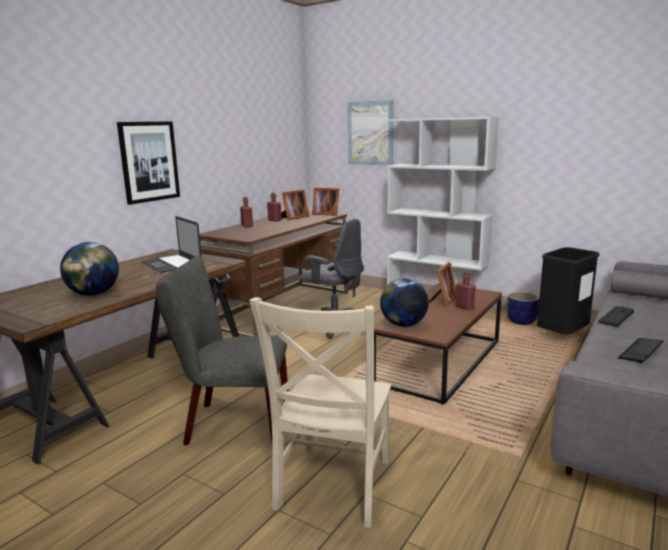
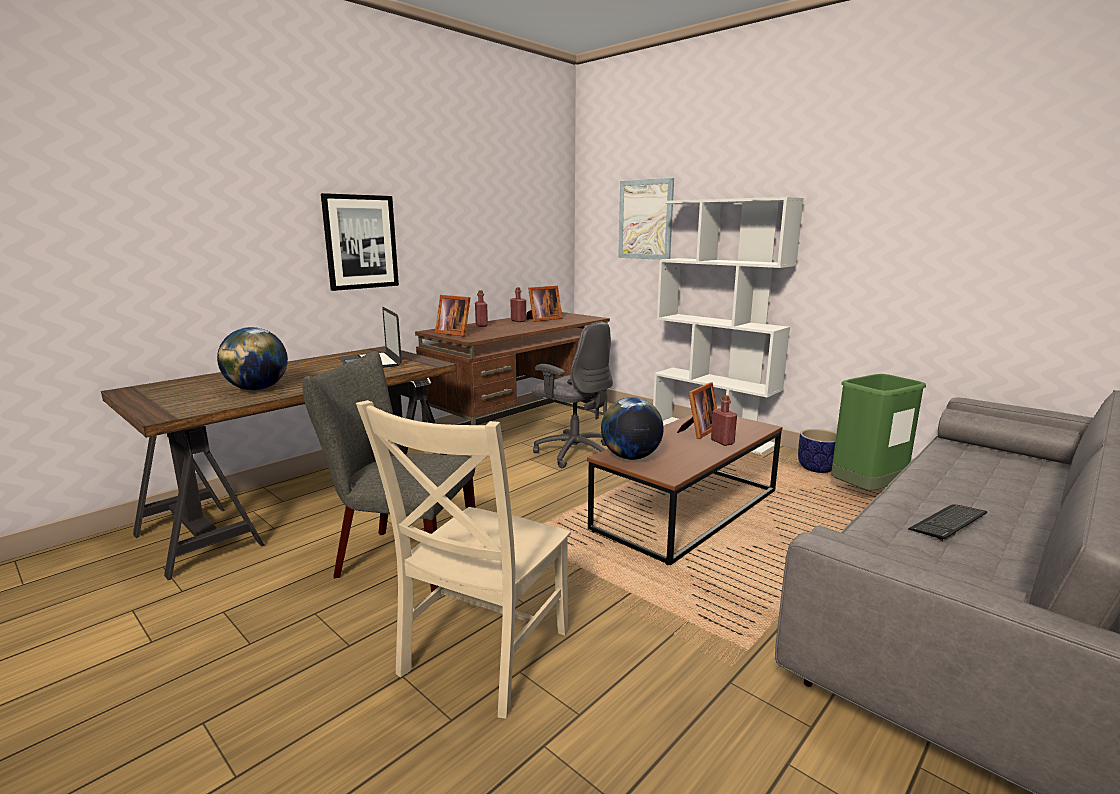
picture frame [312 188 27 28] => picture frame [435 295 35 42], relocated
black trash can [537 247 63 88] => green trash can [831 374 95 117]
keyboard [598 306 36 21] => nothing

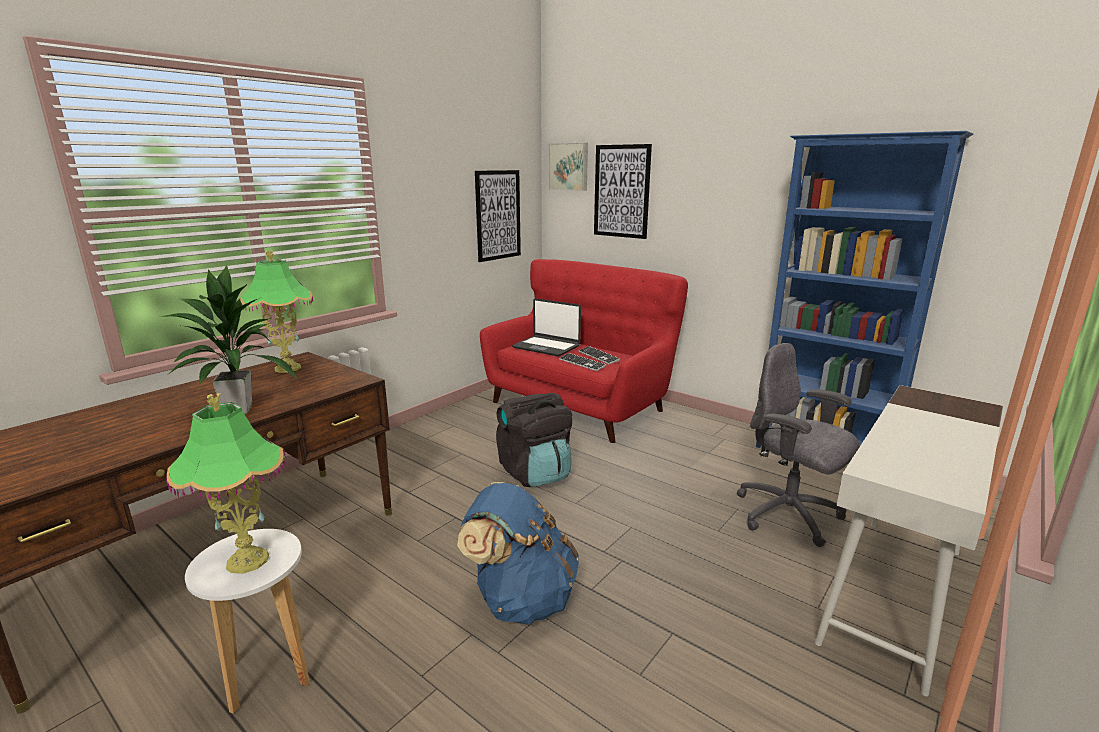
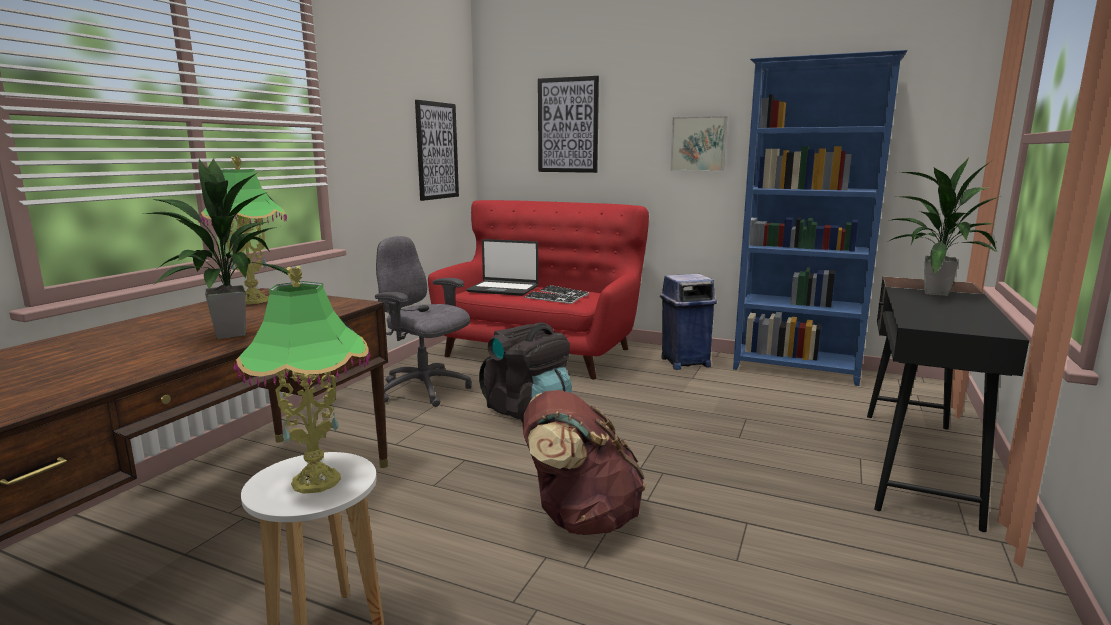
grey office chair [737 343 122 204] => grey office chair [375 236 97 171], relocated
blue backpack [457 482 122 143] => brown backpack [523 390 123 145]
nothing => blue trash can [660 274 57 96]
picture [548 143 40 48] => picture [670 116 57 55], relocated
white desk [815 385 188 311] => black desk [867 276 162 256]
nothing => potted plant [887 158 114 138]

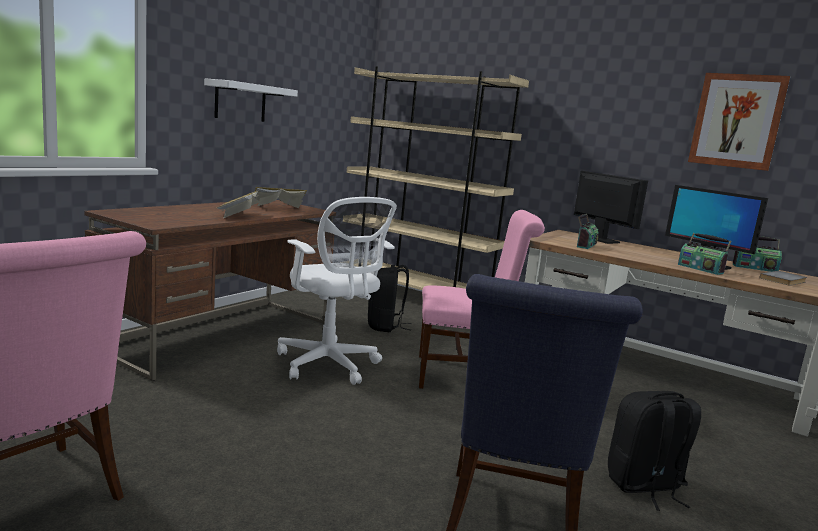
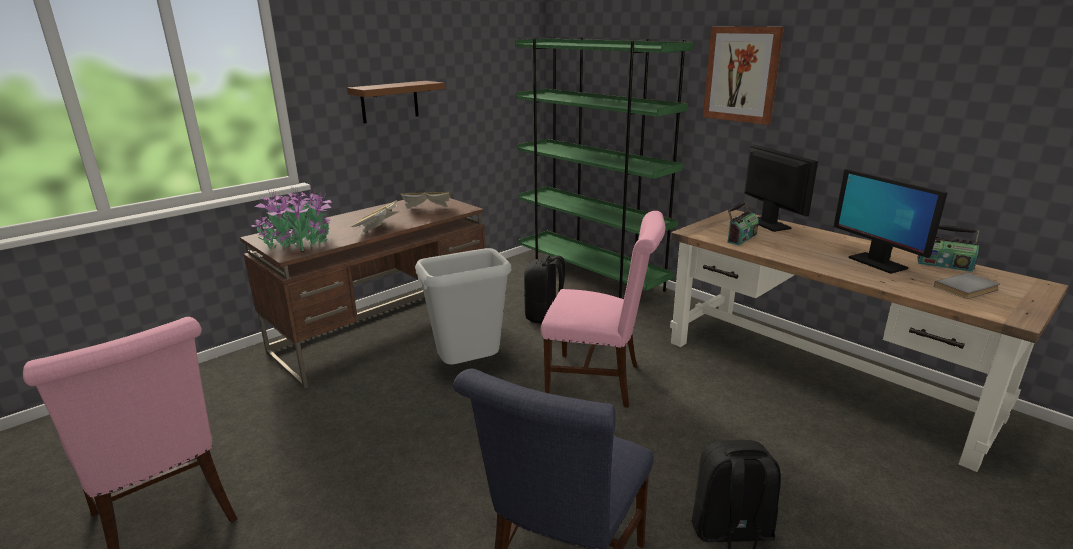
nothing => potted plant [251 187 81 64]
white shelf [204 78 94 44] => brown shelf [347 81 98 42]
white office chair [277 197 120 188] => grey trash can [415 248 96 117]
beige bookcase [343 66 186 224] => green bookcase [515 37 178 262]
picture [688 73 102 98] => picture [703 27 81 98], relocated
radio [678 233 53 42] => nothing

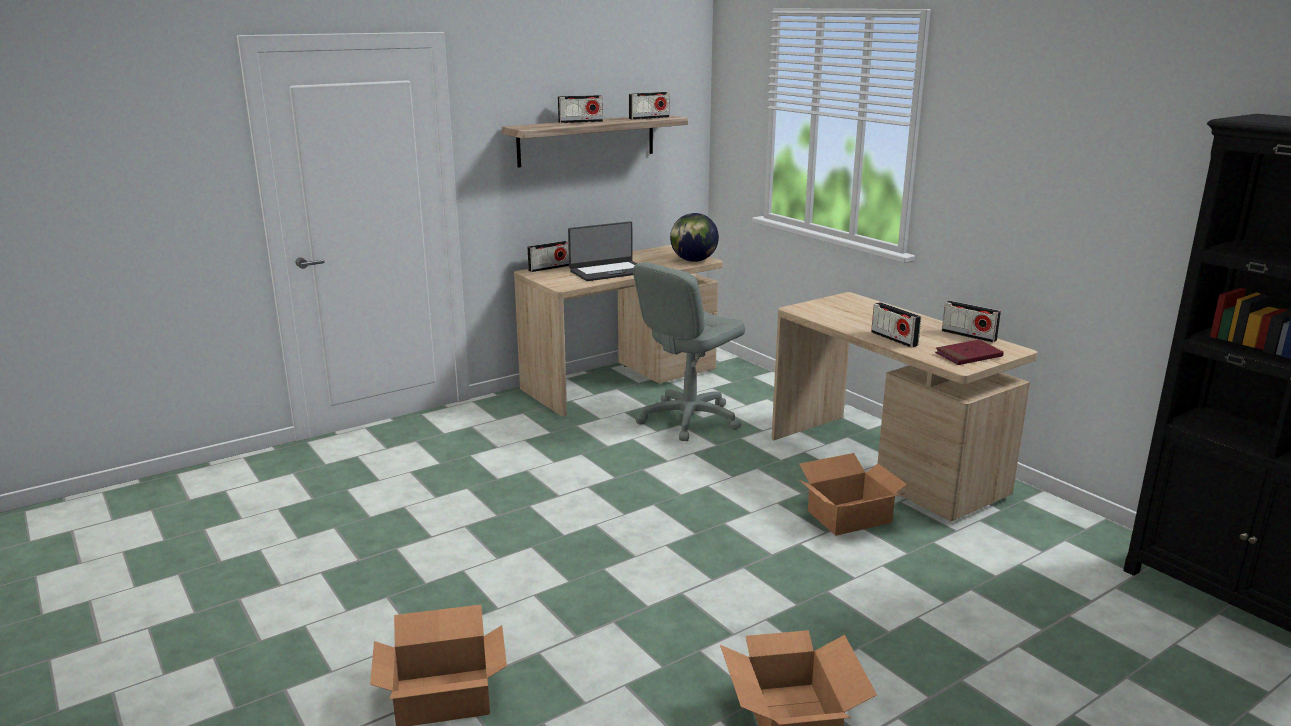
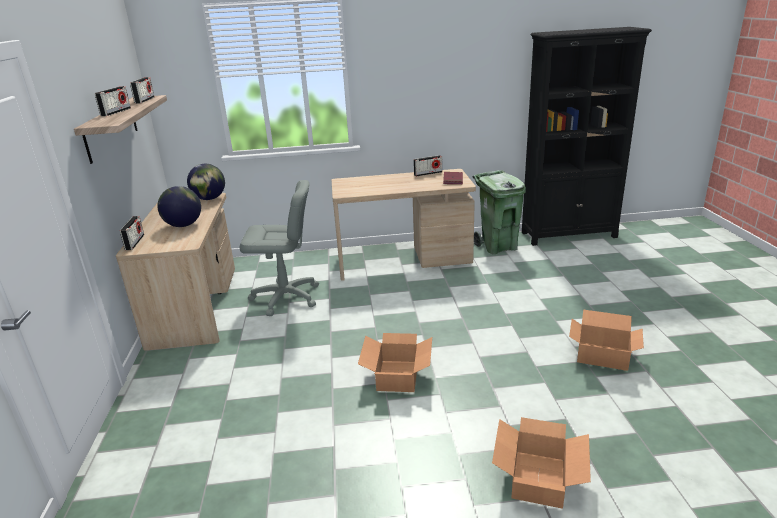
laptop [568 221 69 60] => globe [157 186 44 41]
grey office chair [633 262 112 179] => grey office chair [240 180 79 136], 75 degrees counterclockwise
cardboard box [799 453 111 83] => cardboard box [358 333 74 59], relocated
nothing => green trash can [472 170 54 84]
radio [871 302 50 46] => nothing

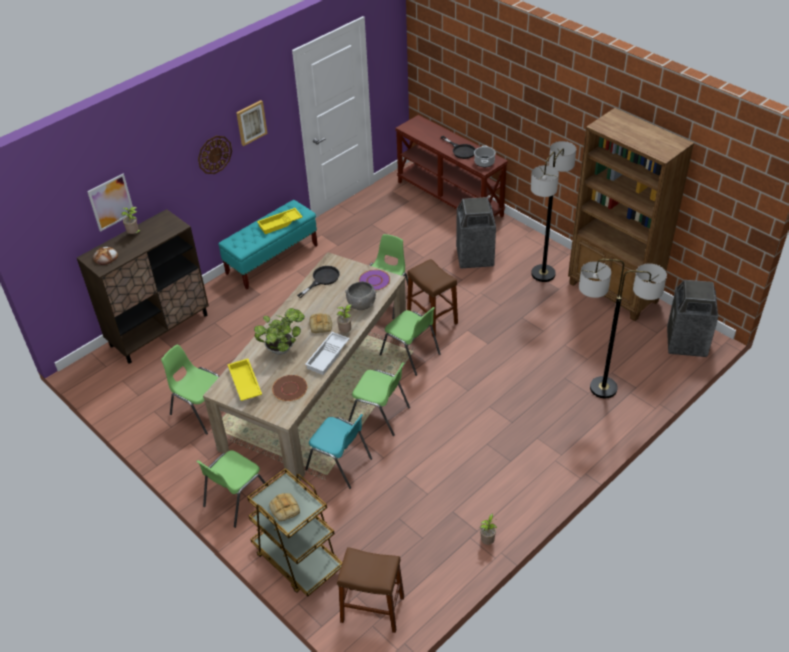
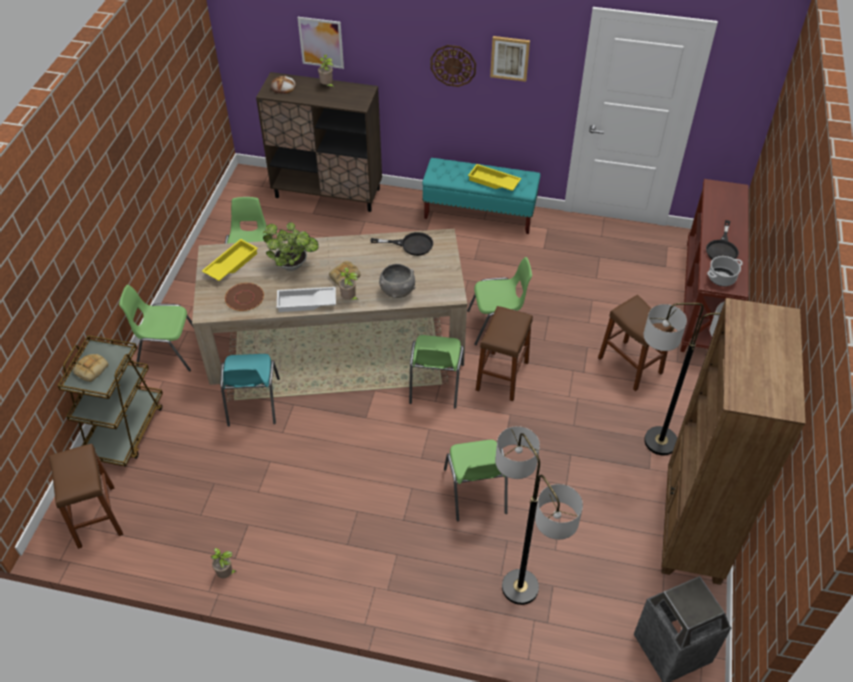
green chair [348 362 62 74] => green chair [444 440 64 81], relocated
trash can [456 197 40 71] => brown stool [598 295 76 96]
purple plate [359 270 31 21] => nothing

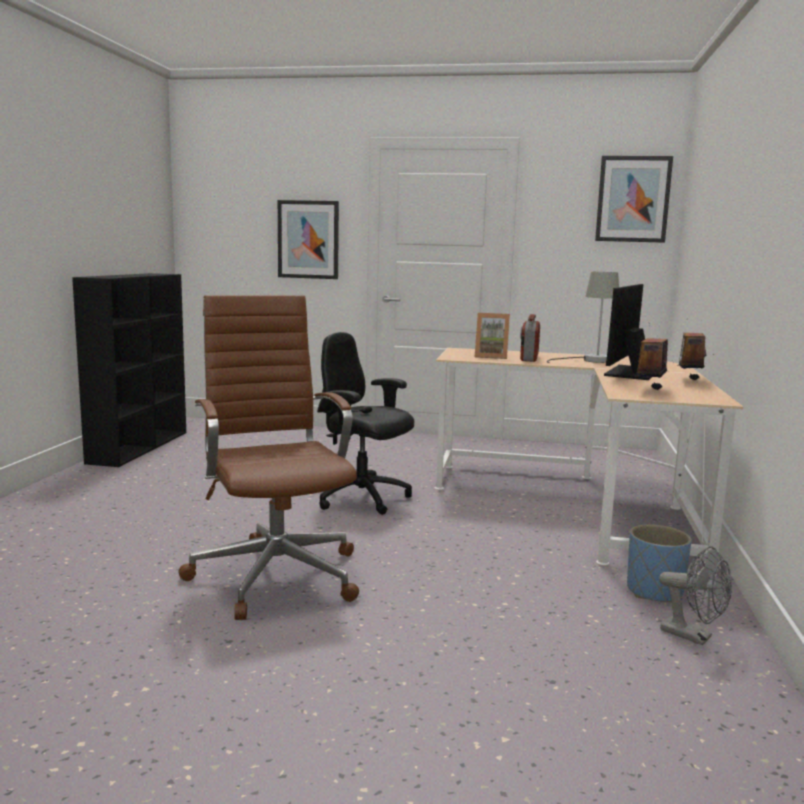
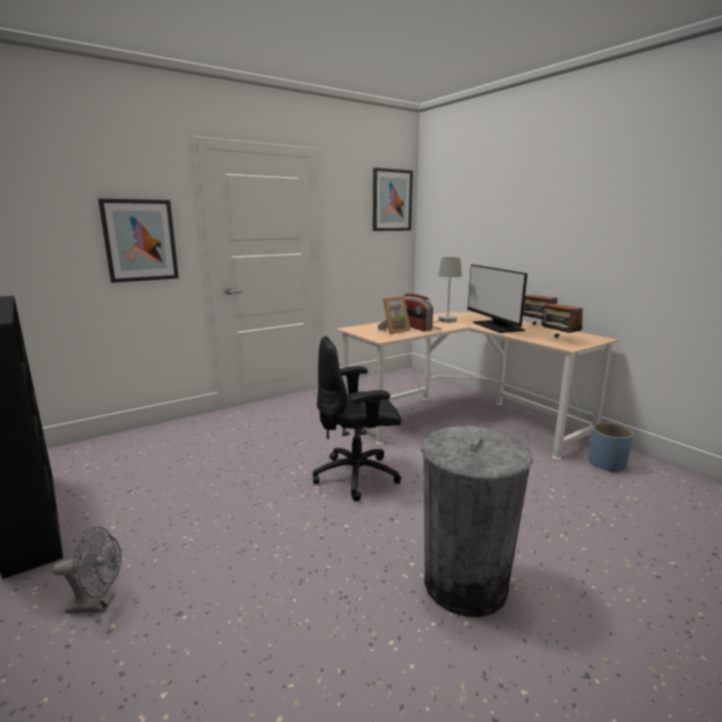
grey fan [659 546 73 99] => grey fan [53 527 68 87], relocated
brown office chair [179 295 180 325] => grey trash can [422 426 111 191]

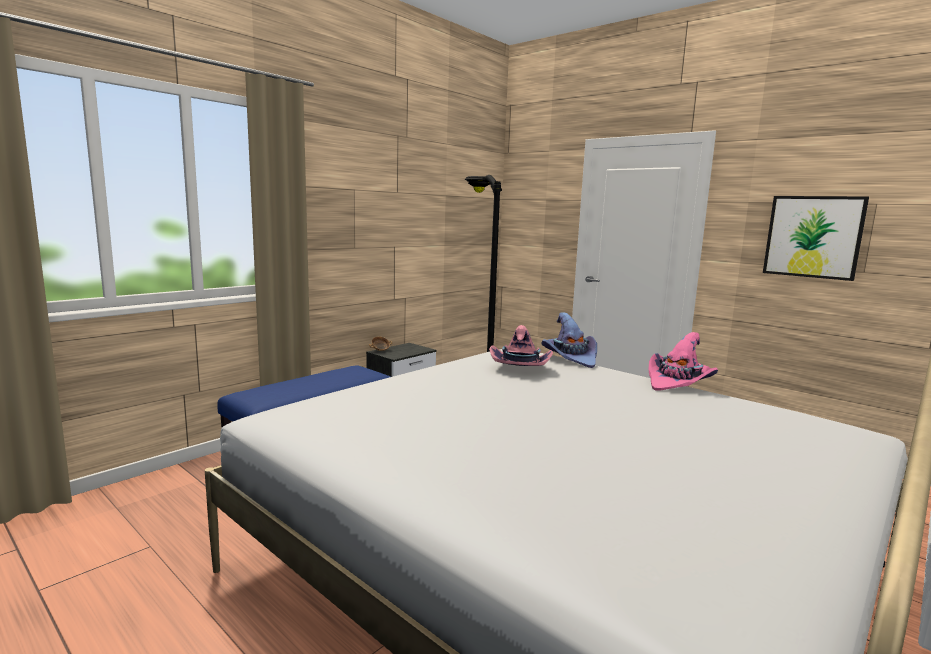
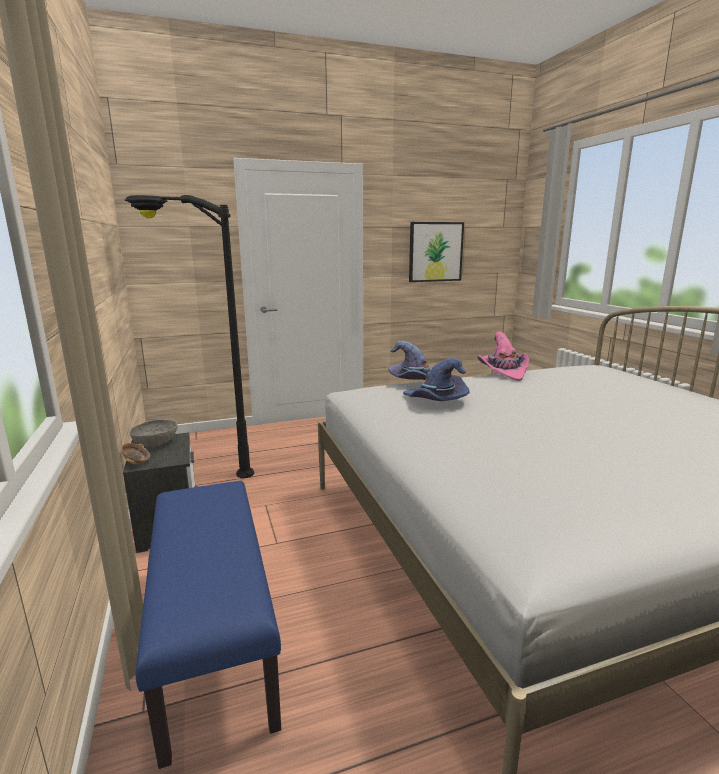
nothing => grey bowl [130 420 48 27]
pink hat [489 325 64 41] => blue hat [403 358 67 43]

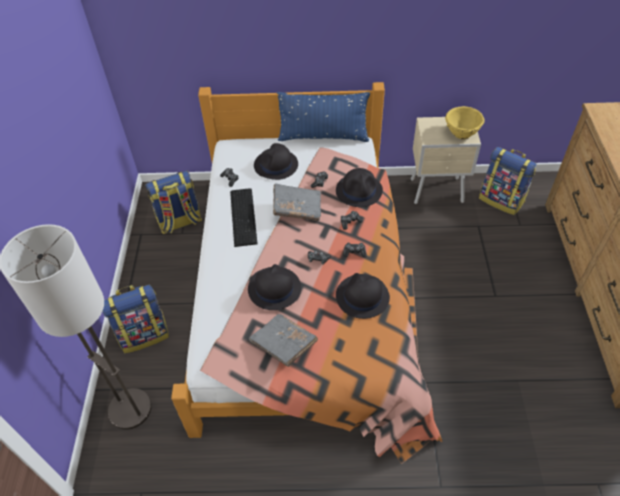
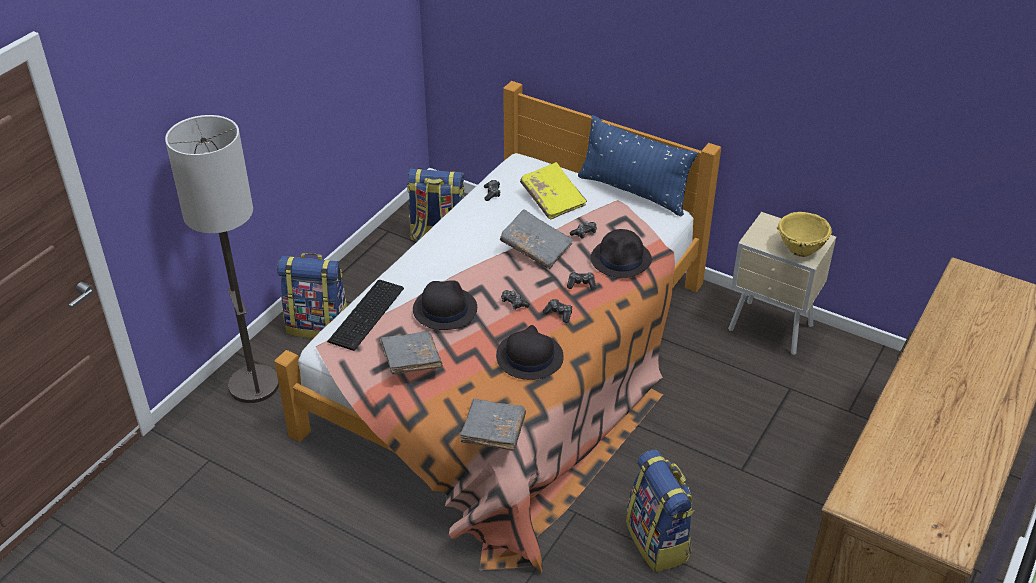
keyboard [230 188 28 59] => keyboard [327 280 77 71], relocated
nothing => grey book [460 399 66 52]
black hat [254 143 44 37] => yellow book [520 162 67 58]
backpack [479 147 58 68] => backpack [626 450 69 122], relocated

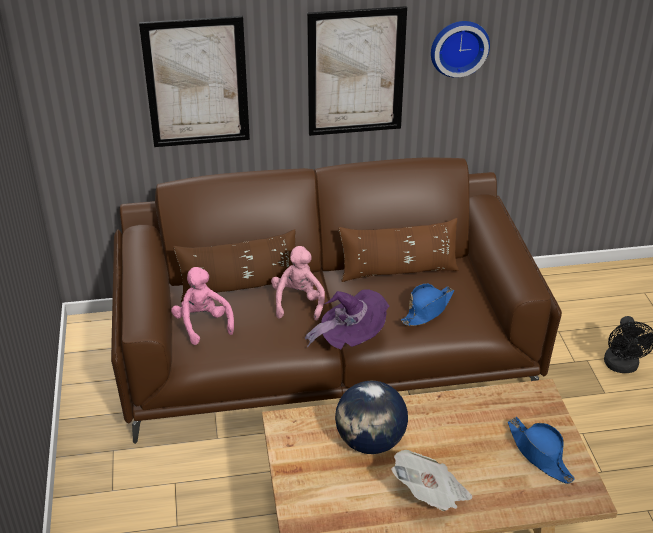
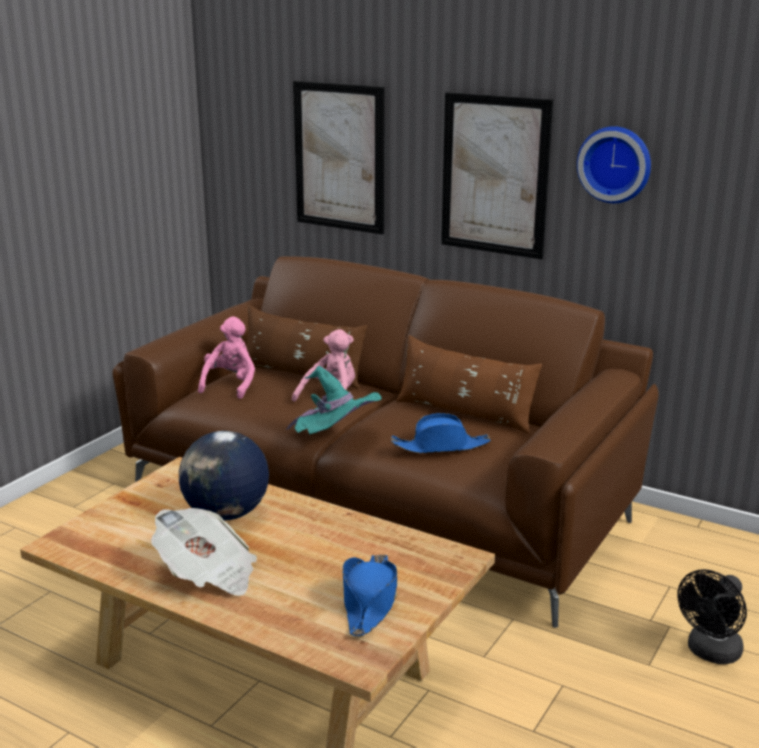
purple hat [305 289 84 60] => turquoise hat [286 366 96 69]

